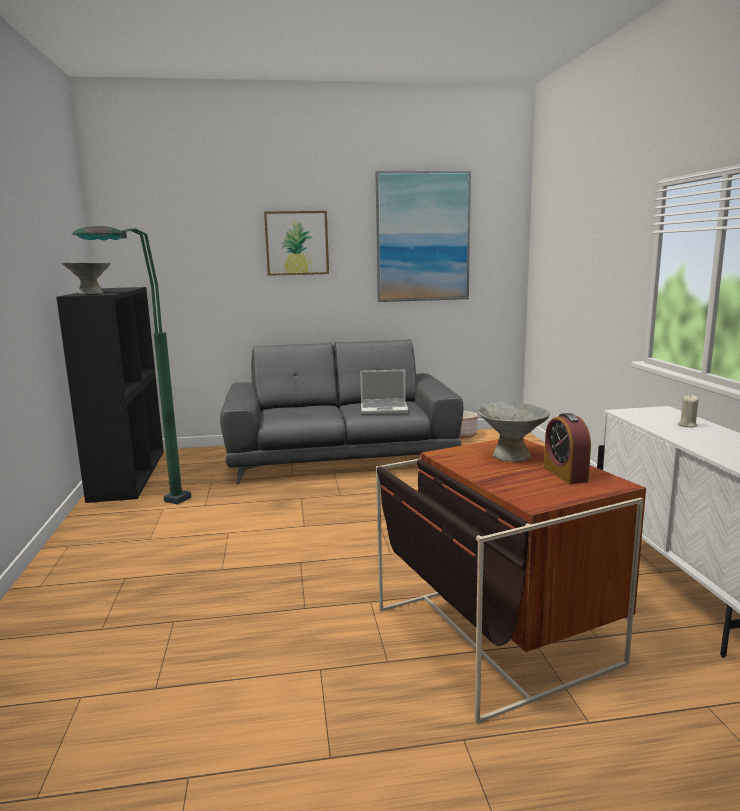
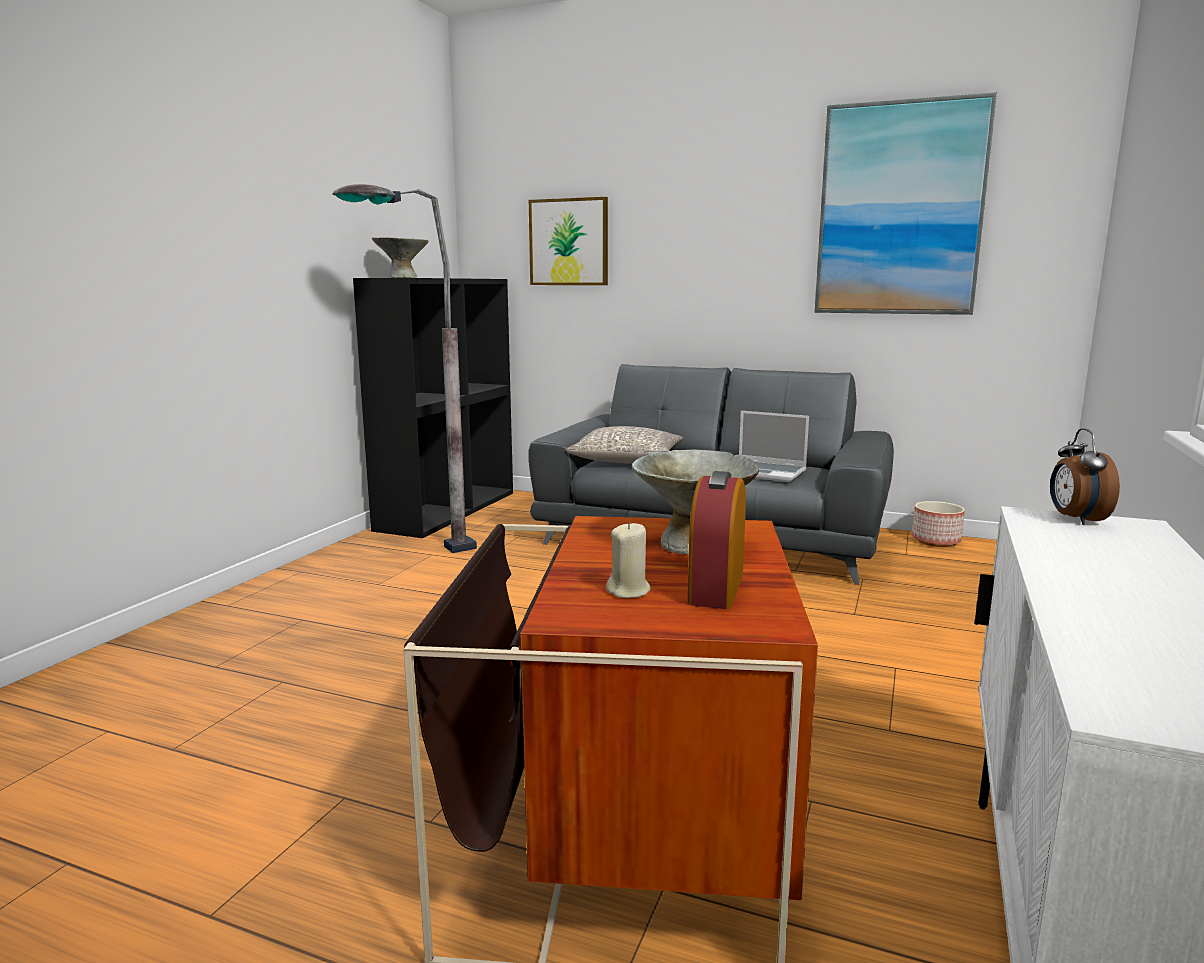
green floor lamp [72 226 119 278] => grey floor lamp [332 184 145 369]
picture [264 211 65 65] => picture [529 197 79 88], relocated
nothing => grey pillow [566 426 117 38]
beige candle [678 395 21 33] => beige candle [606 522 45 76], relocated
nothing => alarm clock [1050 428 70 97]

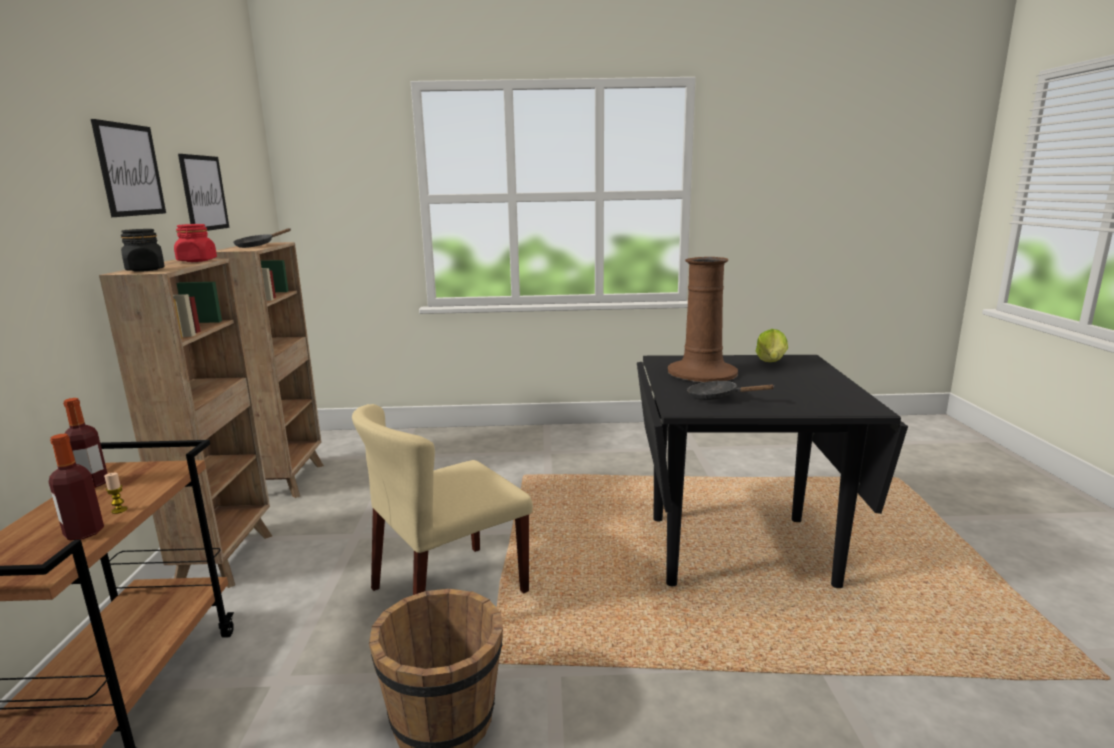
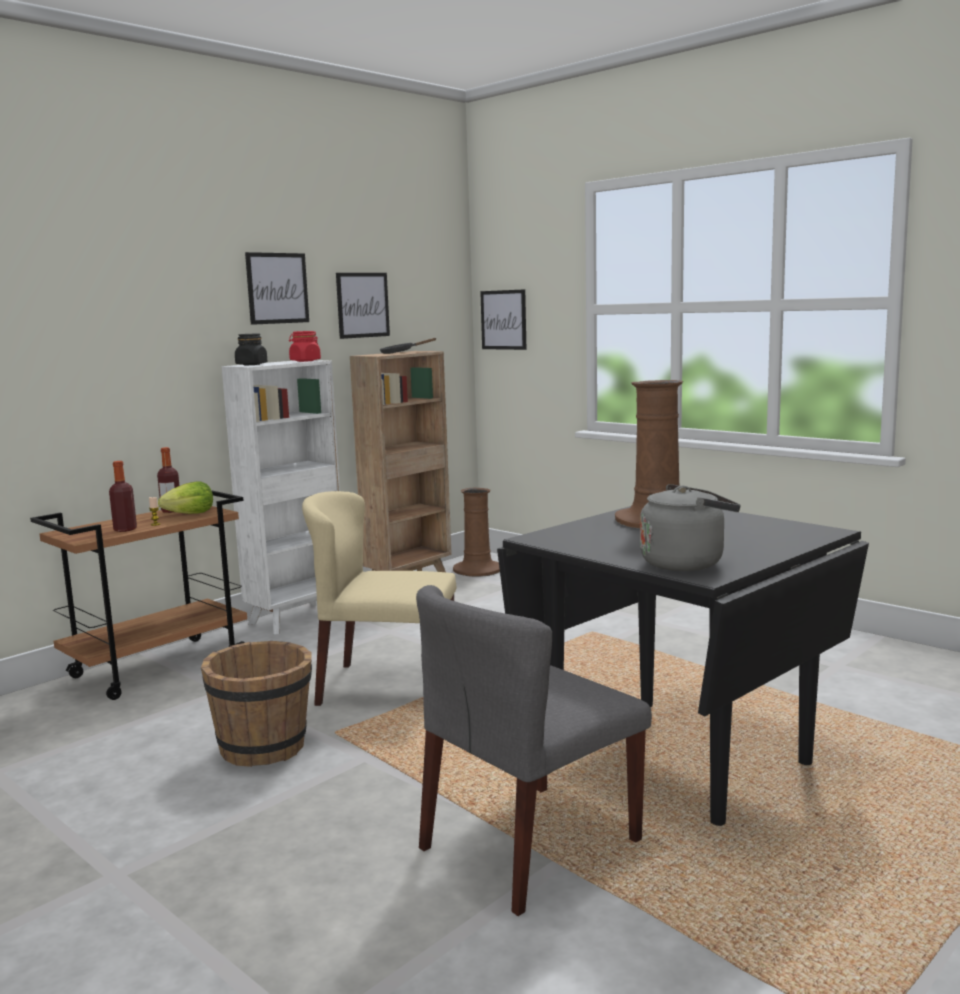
lettuce [756 329 32 33] => lettuce [158 481 55 33], relocated
brown bookcase [99 258 173 330] => white bookcase [222 360 118 274]
nothing => grey chair [416 585 236 331]
nothing => brown vase [453 488 47 89]
nothing => picture [480 289 46 61]
nothing => grey kettle [640 484 101 87]
black frying pan [687 381 88 19] => nothing

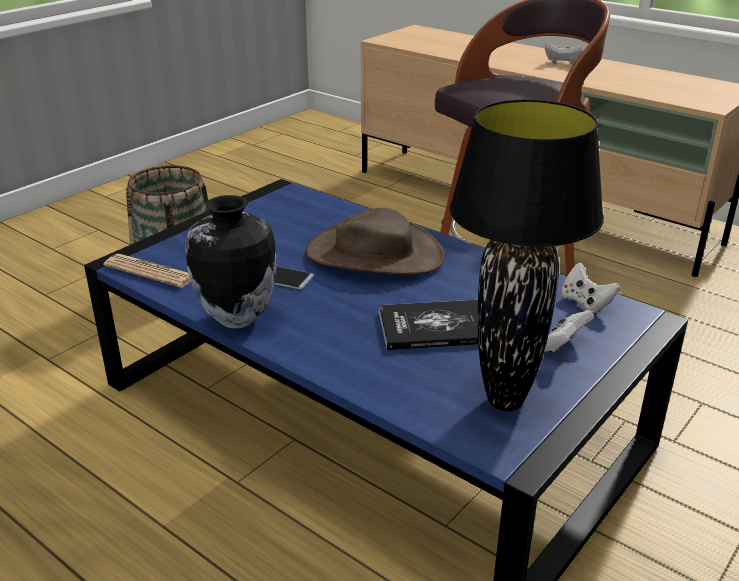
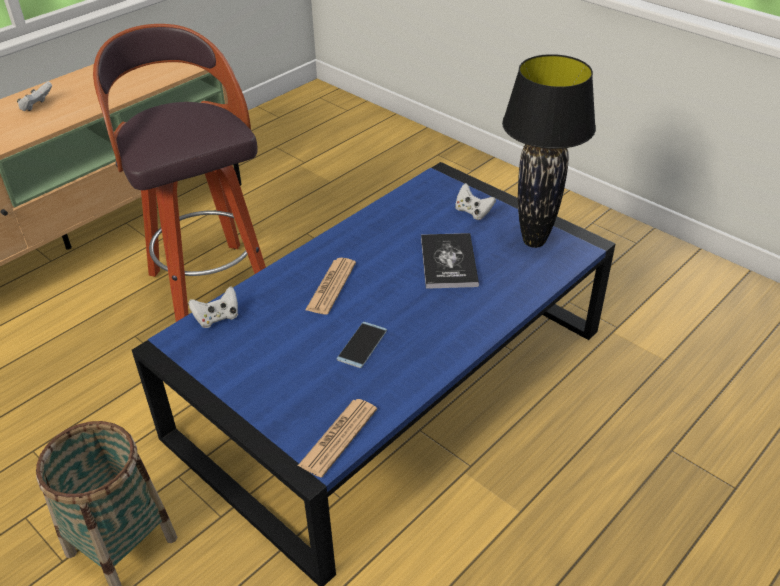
white game controller [561 262 59 52] => white game controller [188 286 50 42], relocated
brown hat [305 208 140 67] => newspaper [305 258 51 56]
vase [185 195 92 134] => nothing

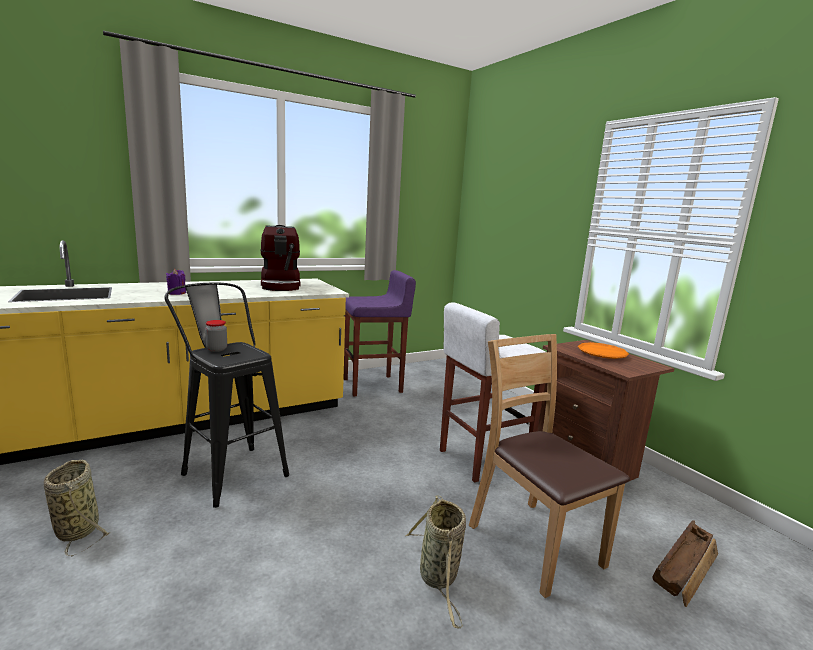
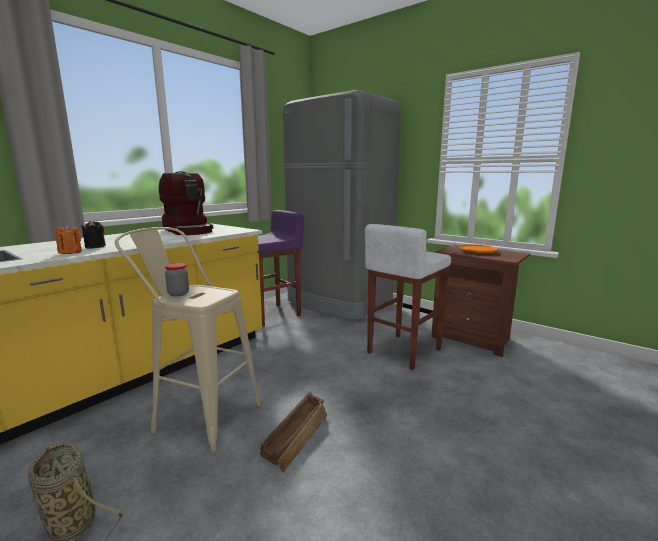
nothing => orange candle [55 224 27 30]
purple candle [166 269 20 26] => black candle [81 220 25 29]
black stool [164 282 125 226] => beige stool [115 227 147 226]
crate [652 520 66 87] => crate [260 392 67 80], relocated
nothing => grey fridge [283 90 118 230]
basket [406 495 60 133] => nothing
brown chair [469 334 161 264] => nothing

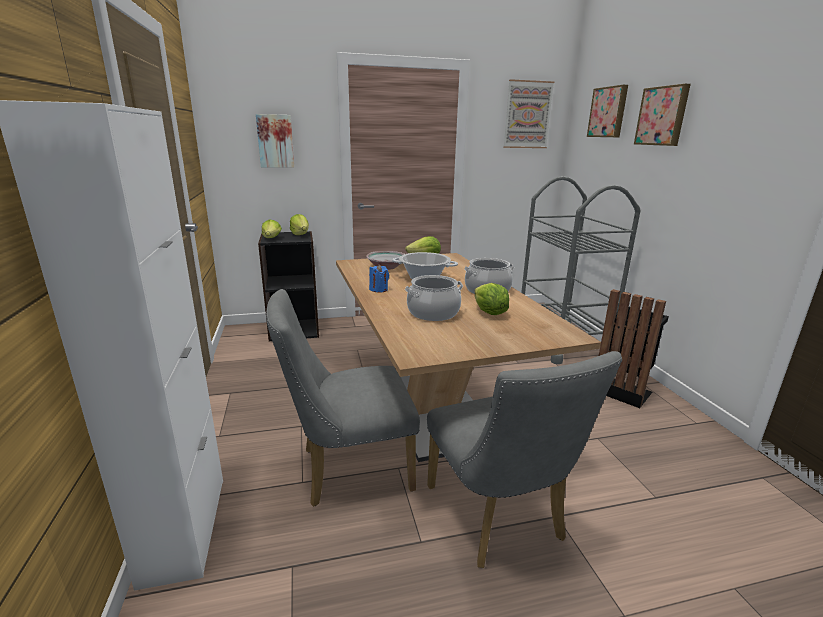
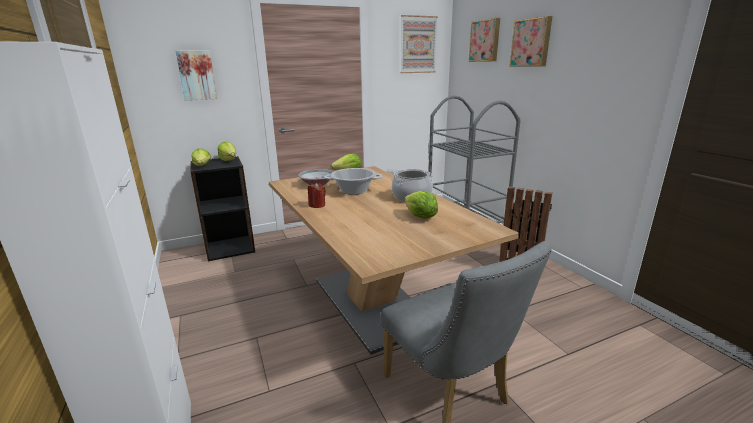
blue candle [369 264 20 29] => red candle [308 183 18 25]
grey chair [266 289 154 218] => nothing
cooking pot [405 275 58 46] => nothing

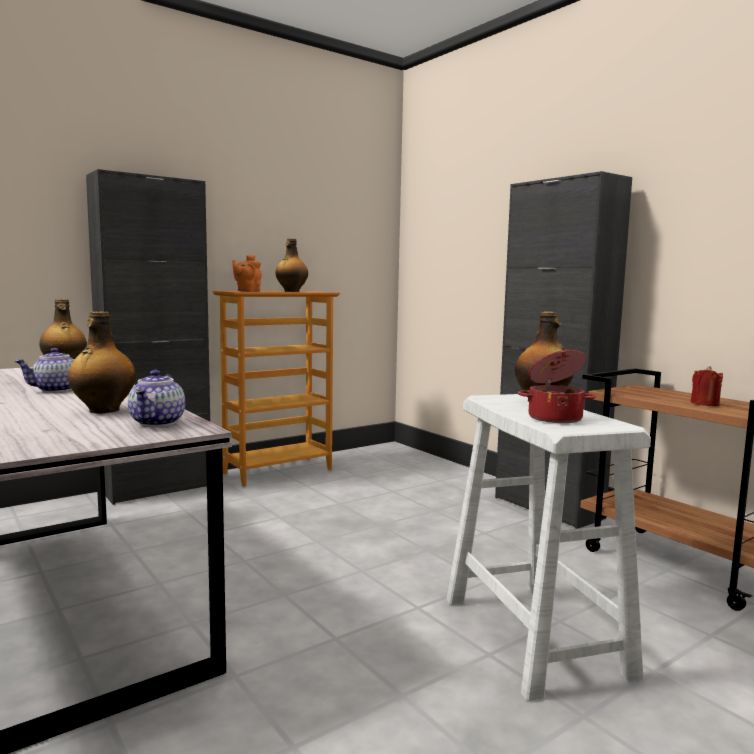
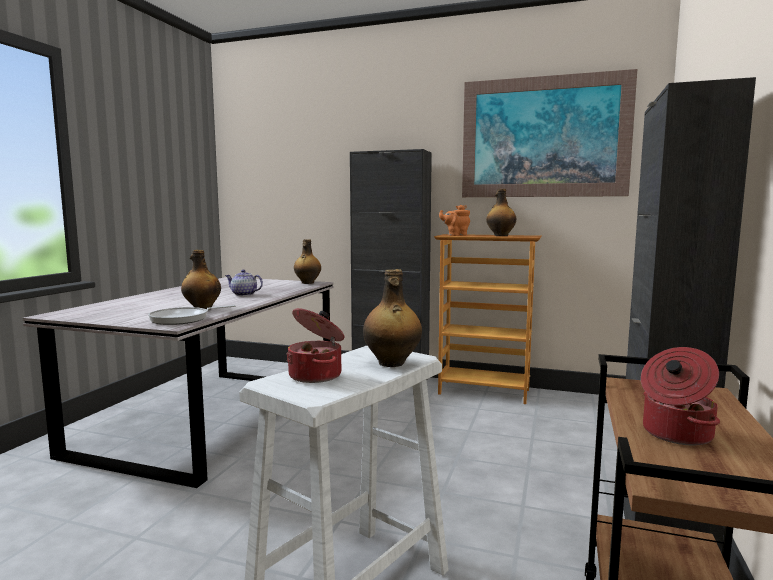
teapot [128 370 57 57] => frying pan [148 305 88 20]
nothing => picture [462 69 175 128]
red candle [691 366 32 40] => cooking pot [641 347 79 99]

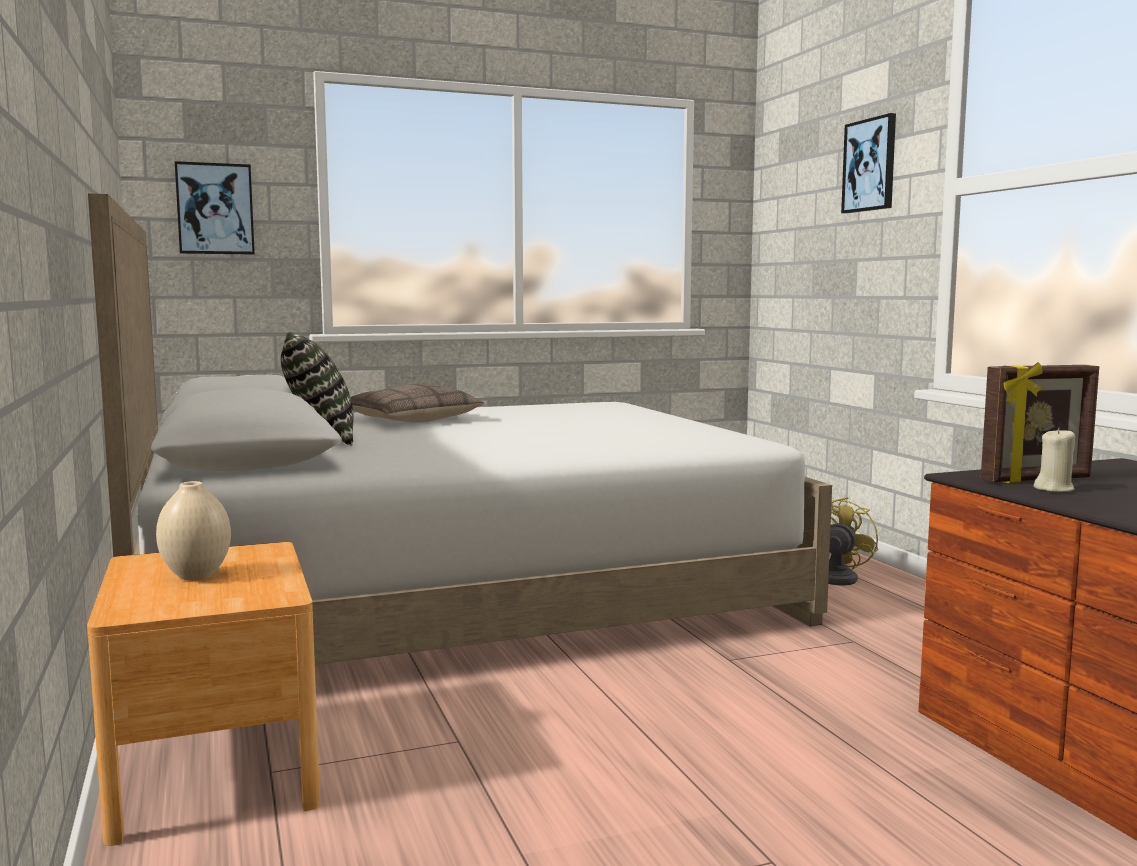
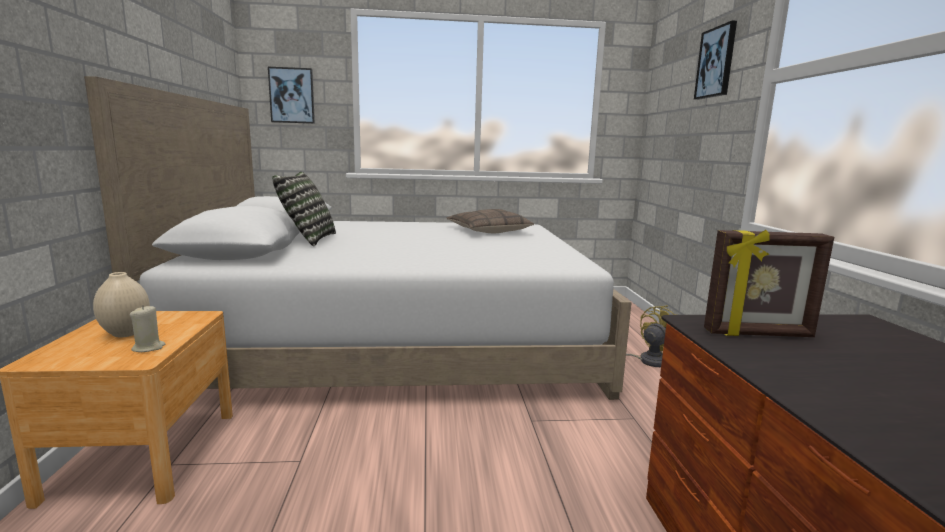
beige candle [1034 428 41 64] => beige candle [130 305 35 47], relocated
pillow [351 384 133 38] => pillow [446 209 88 24], relocated

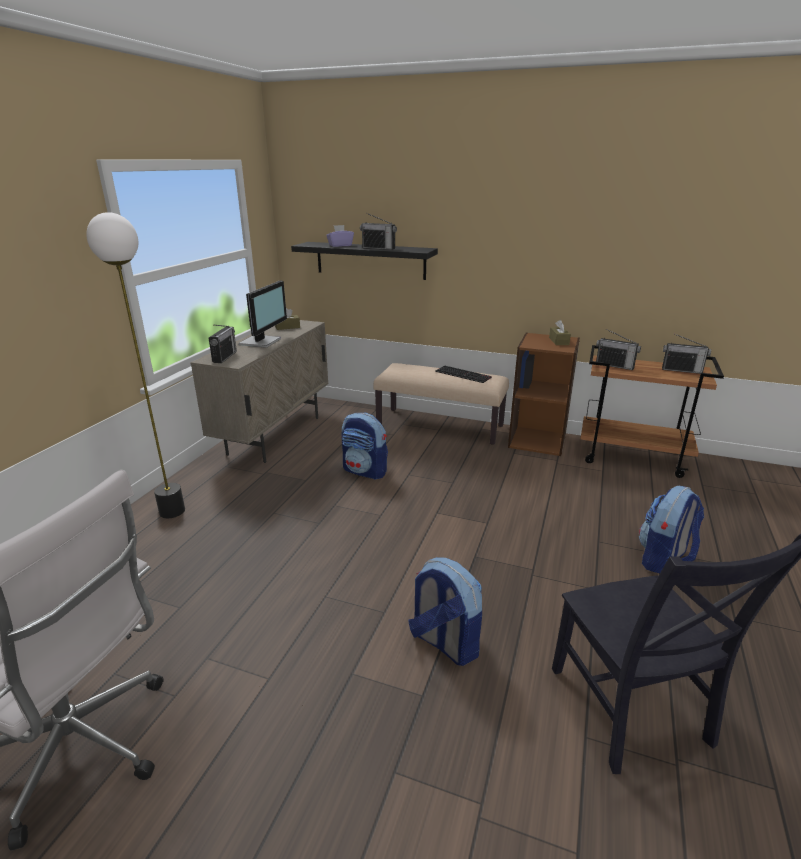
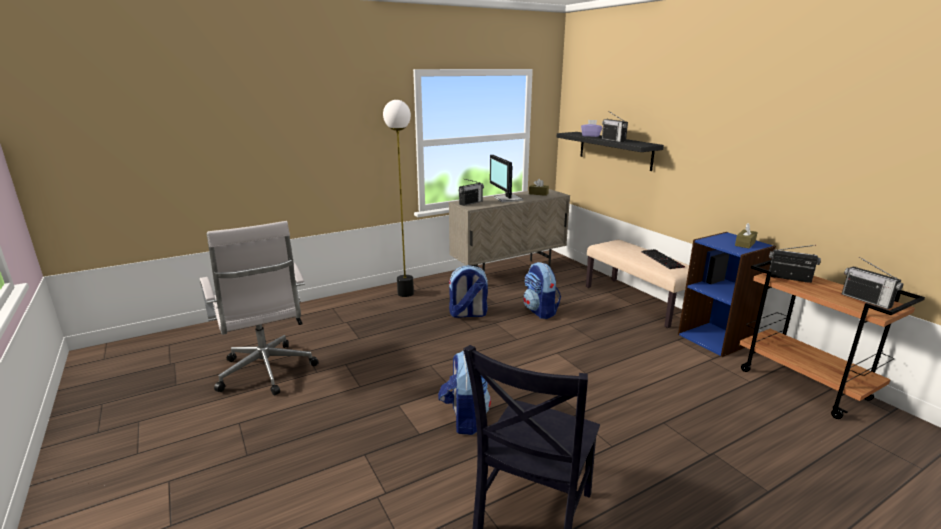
backpack [639 486 65 87] => backpack [448 265 40 53], relocated
monitor [239 281 48 67] => monitor [490 155 33 48], 105 degrees clockwise
brown bookcase [508 333 72 123] => blue bookcase [678 232 98 125]
radio [596 329 45 41] => radio [769 245 52 38], 135 degrees clockwise

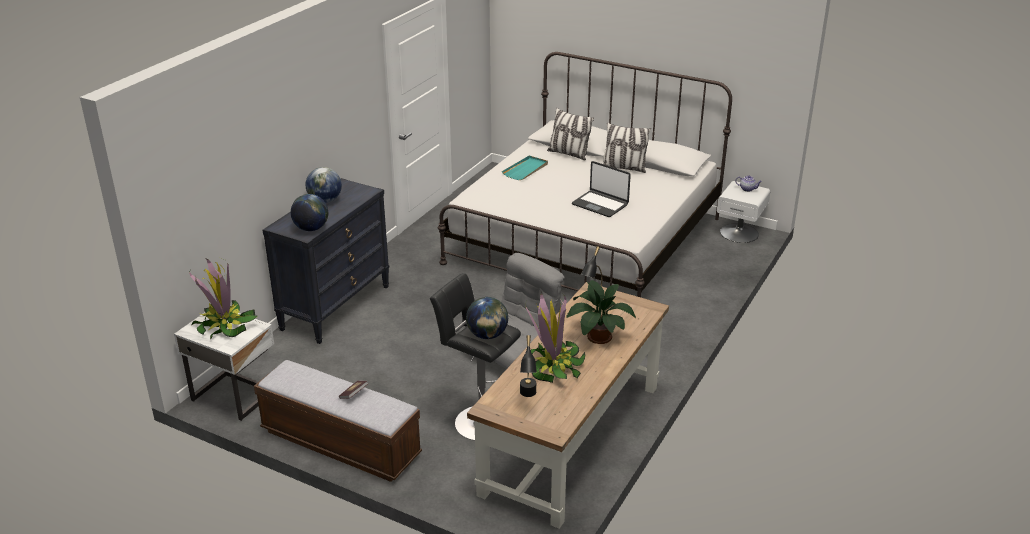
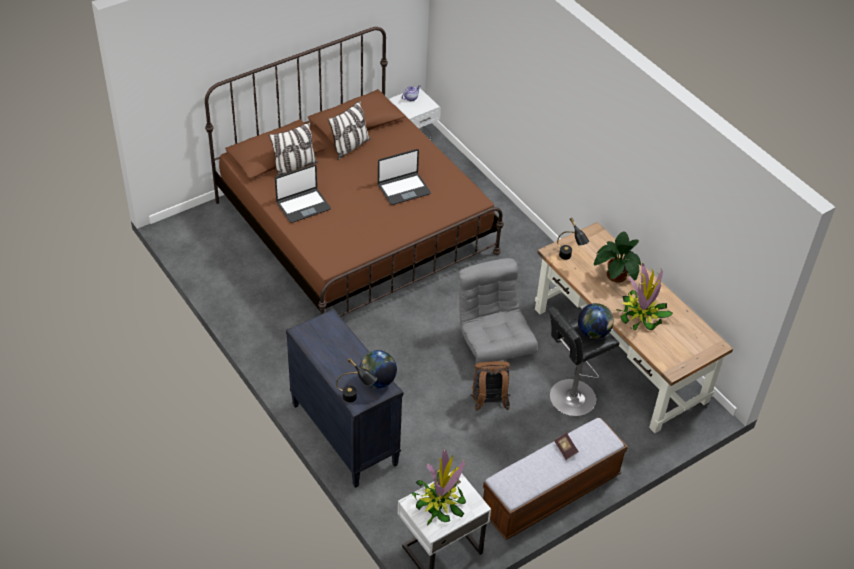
white bed [438 52 294 245] => brown bed [205 27 299 290]
turquoise tray [502 156 46 24] => laptop [275 164 56 59]
black table lamp [520 335 17 62] => black table lamp [336 358 41 45], relocated
nothing => brown backpack [470 361 40 50]
globe [306 167 36 36] => nothing

